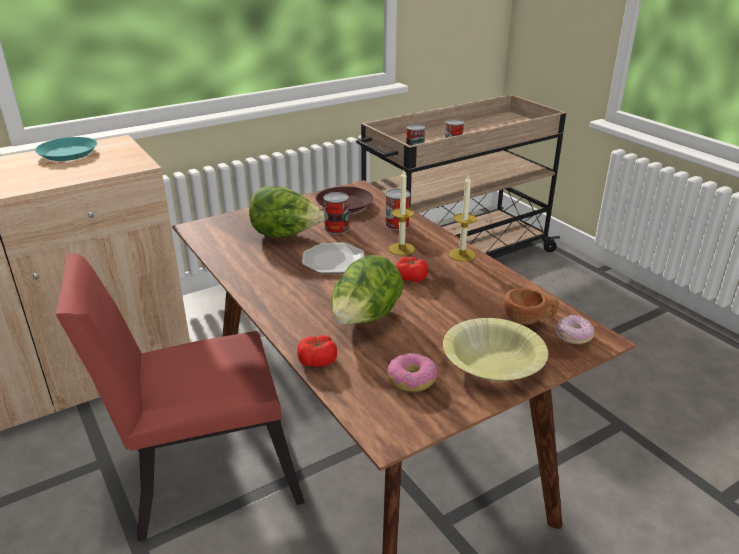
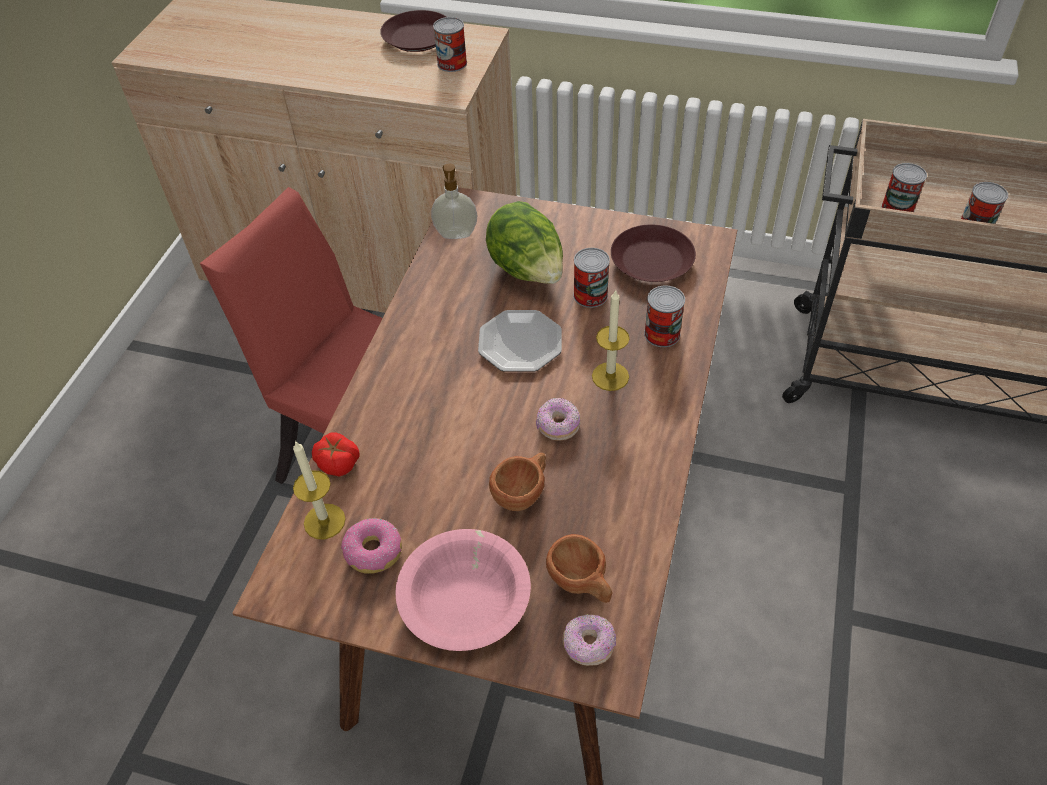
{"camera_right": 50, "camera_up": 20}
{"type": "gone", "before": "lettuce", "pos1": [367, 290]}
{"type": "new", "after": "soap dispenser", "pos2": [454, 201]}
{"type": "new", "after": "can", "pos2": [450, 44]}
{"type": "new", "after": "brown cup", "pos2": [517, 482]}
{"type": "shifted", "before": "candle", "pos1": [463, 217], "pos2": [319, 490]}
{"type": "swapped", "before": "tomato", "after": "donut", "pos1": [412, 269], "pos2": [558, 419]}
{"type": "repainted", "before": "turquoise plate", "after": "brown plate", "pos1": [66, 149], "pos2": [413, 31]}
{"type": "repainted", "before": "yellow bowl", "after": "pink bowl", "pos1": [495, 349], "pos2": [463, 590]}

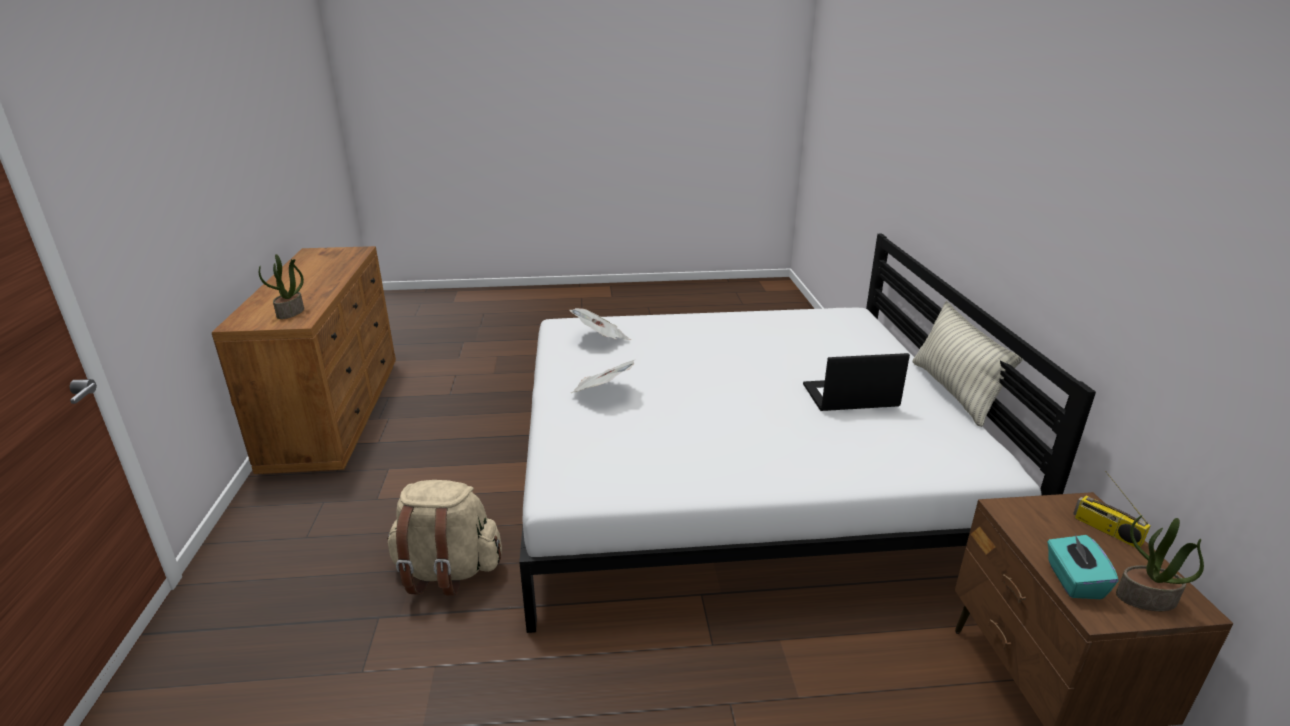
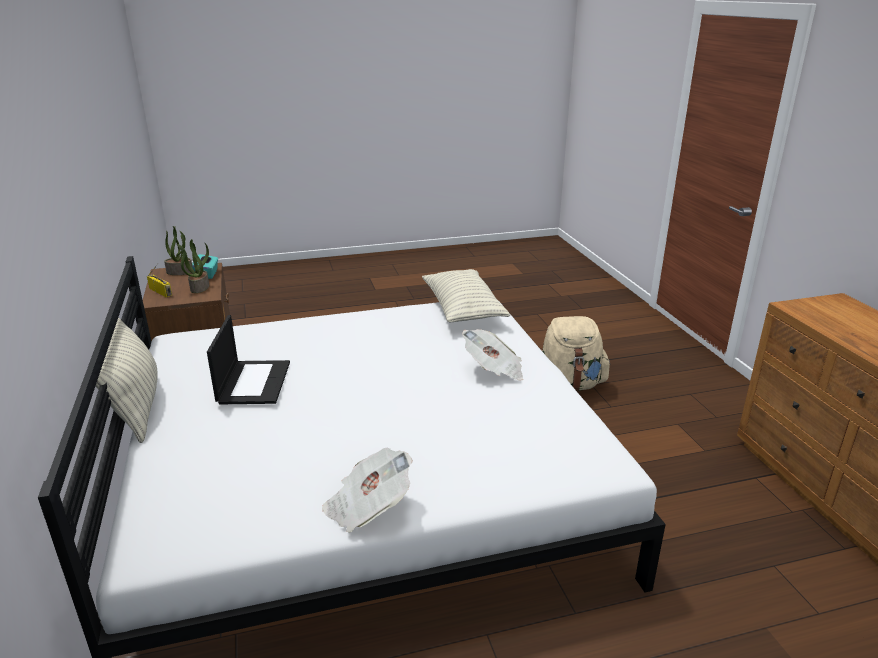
{"camera_right": 170, "camera_up": 0}
{"type": "new", "after": "pillow", "pos2": [466, 295]}
{"type": "shifted", "before": "potted plant", "pos1": [281, 286], "pos2": [193, 266]}
{"type": "shifted", "before": "newspaper", "pos1": [600, 324], "pos2": [367, 490]}
{"type": "rotated", "before": "laptop", "pos1": [856, 382], "pos2": [248, 360], "turn": -75}

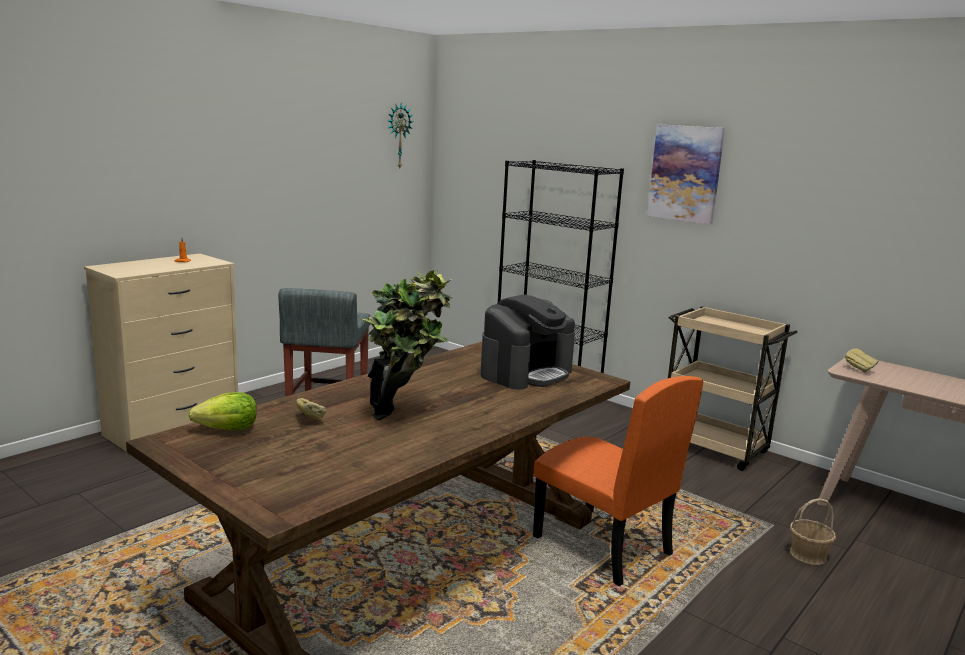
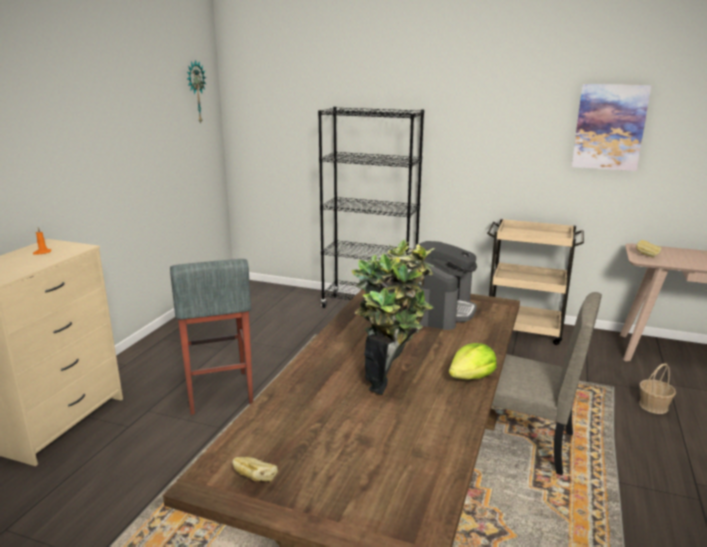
{"camera_right": -20, "camera_up": 5}
{"type": "shifted", "before": "lettuce", "pos1": [223, 411], "pos2": [473, 361]}
{"type": "shifted", "before": "bread", "pos1": [311, 408], "pos2": [255, 469]}
{"type": "shifted", "before": "picture", "pos1": [686, 174], "pos2": [611, 127]}
{"type": "repainted", "before": "orange chair", "after": "beige chair", "pos1": [618, 481], "pos2": [547, 383]}

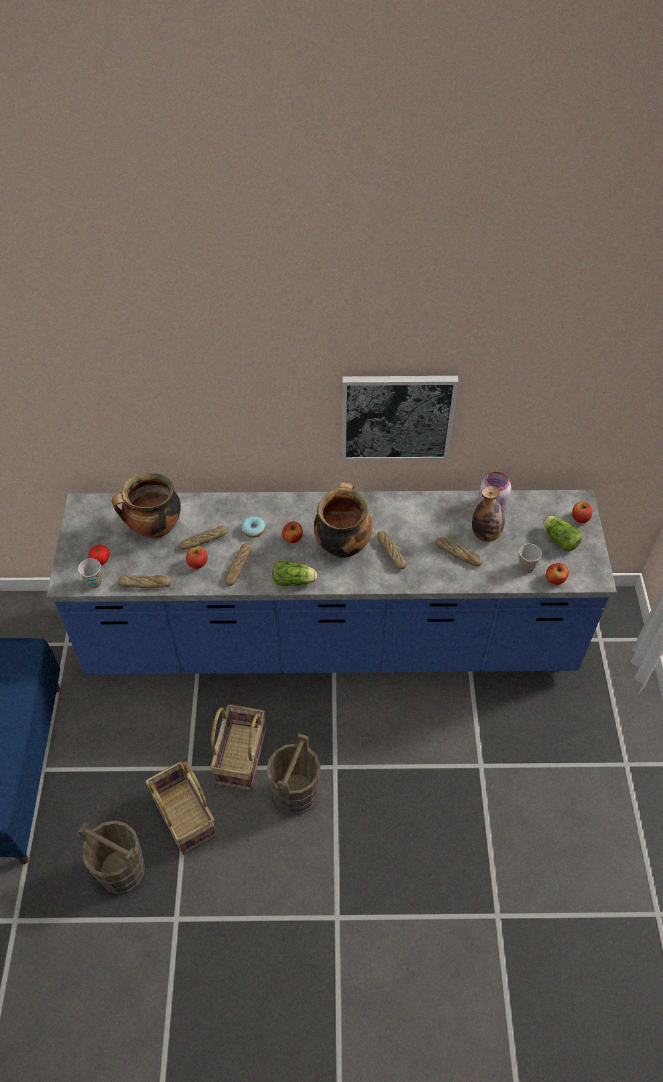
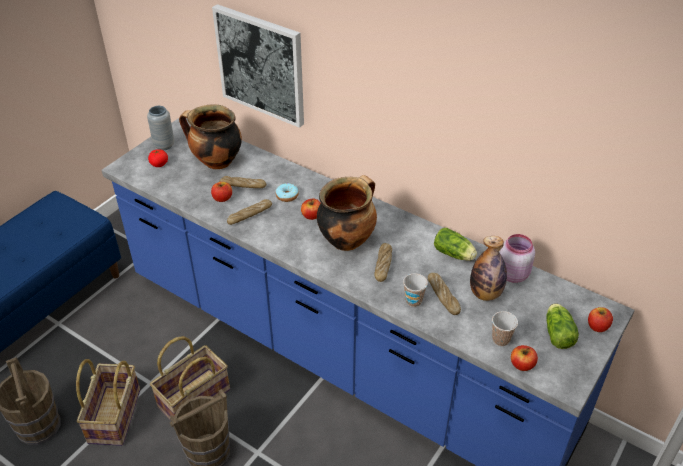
{"camera_right": 35, "camera_up": -10}
{"type": "gone", "before": "bread", "pos1": [144, 581]}
{"type": "new", "after": "grey vase", "pos2": [160, 128]}
{"type": "shifted", "before": "cup", "pos1": [90, 573], "pos2": [415, 290]}
{"type": "shifted", "before": "lettuce", "pos1": [295, 573], "pos2": [455, 244]}
{"type": "shifted", "before": "picture", "pos1": [400, 418], "pos2": [258, 66]}

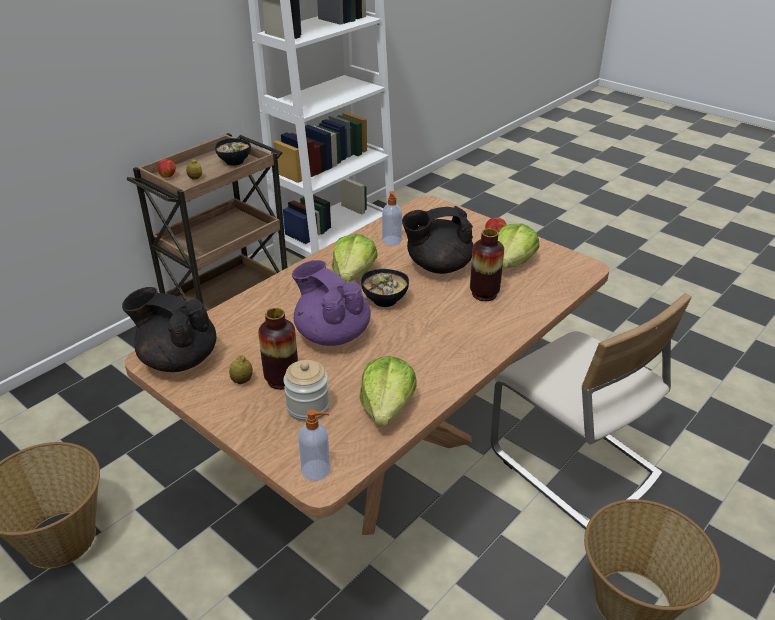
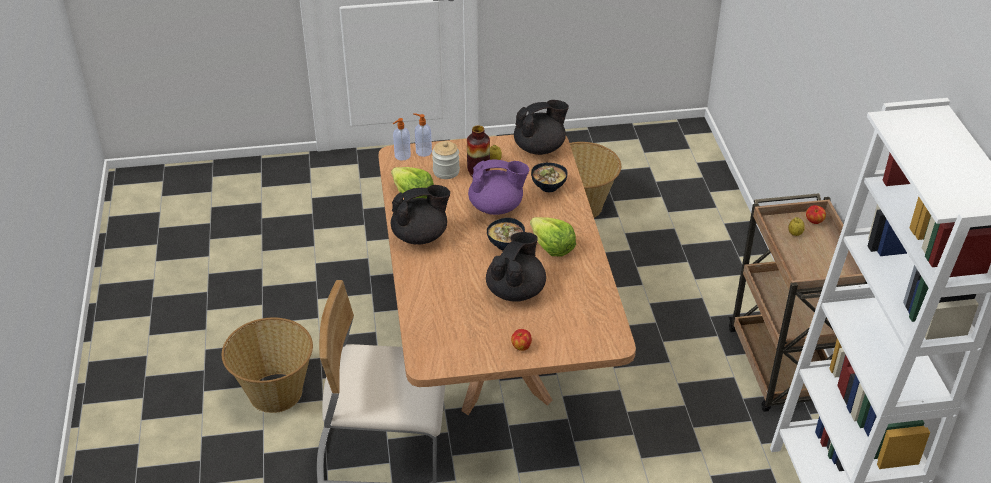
{"camera_right": 130, "camera_up": 5}
{"type": "gone", "before": "vase", "pos1": [487, 265]}
{"type": "gone", "before": "lettuce", "pos1": [518, 245]}
{"type": "new", "after": "black teapot", "pos2": [420, 215]}
{"type": "shifted", "before": "bowl", "pos1": [233, 152], "pos2": [549, 177]}
{"type": "shifted", "before": "soap dispenser", "pos1": [392, 218], "pos2": [422, 135]}

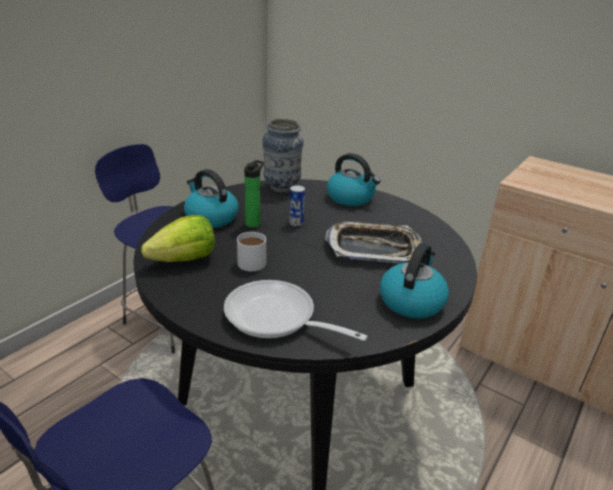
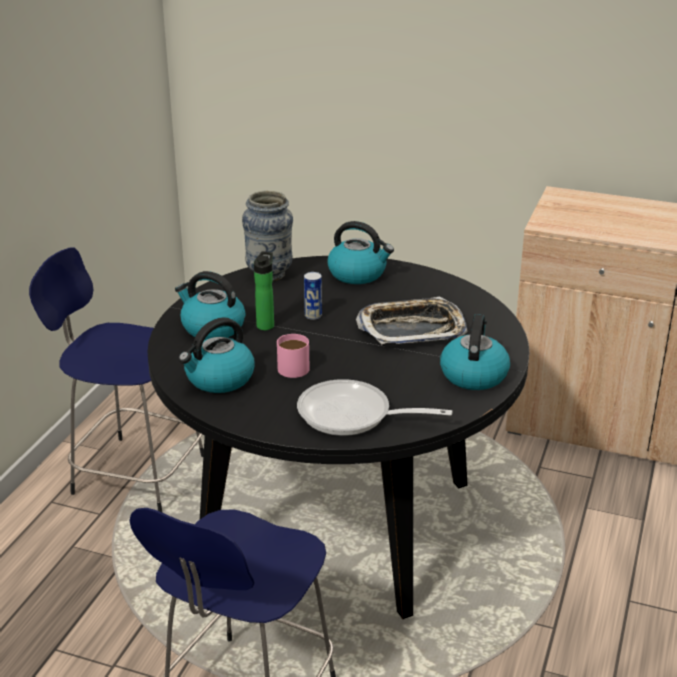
{"camera_right": -15, "camera_up": 0}
{"type": "swapped", "before": "lettuce", "after": "kettle", "pos1": [178, 238], "pos2": [216, 355]}
{"type": "repainted", "before": "white mug", "after": "pink mug", "pos1": [251, 251], "pos2": [293, 356]}

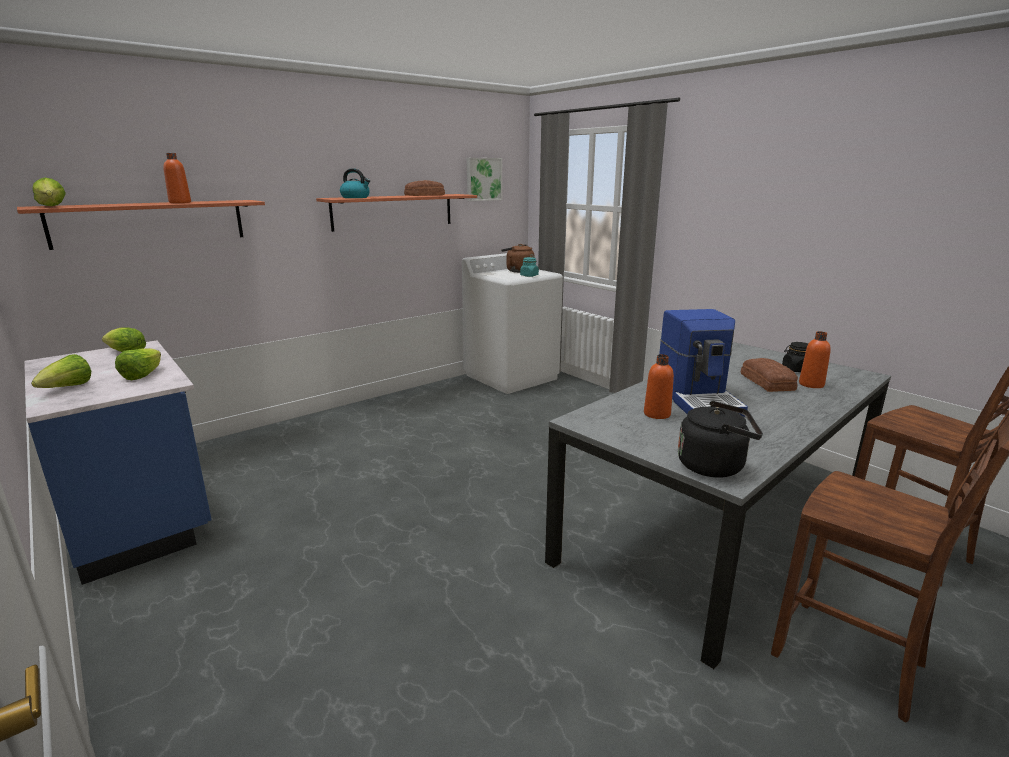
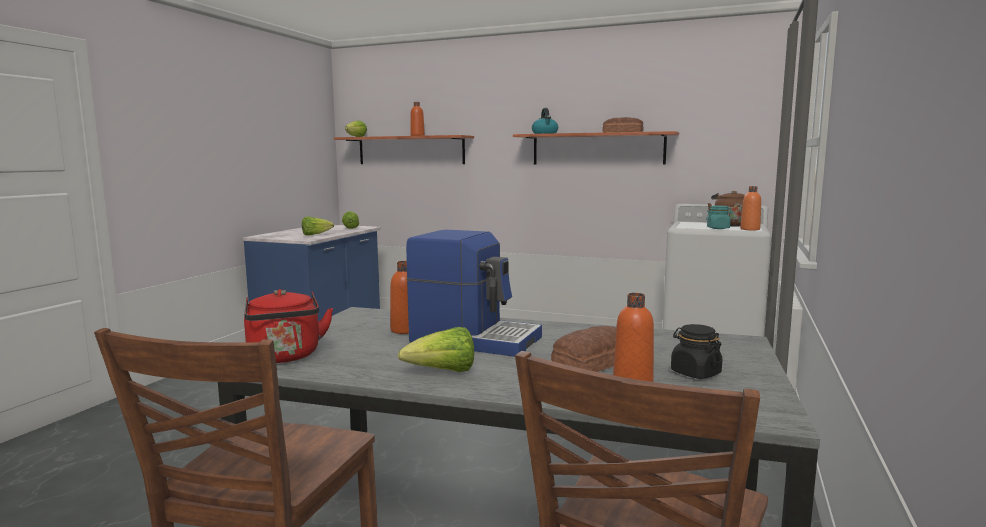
{"camera_right": 60, "camera_up": -10}
{"type": "gone", "before": "picture", "pos1": [484, 179]}
{"type": "new", "after": "orange bottle", "pos2": [750, 208]}
{"type": "shifted", "before": "lettuce", "pos1": [61, 371], "pos2": [436, 349]}
{"type": "repainted", "before": "black kettle", "after": "red kettle", "pos1": [720, 439], "pos2": [288, 326]}
{"type": "rotated", "before": "coffee machine", "pos1": [703, 363], "pos2": [474, 293], "turn": -120}

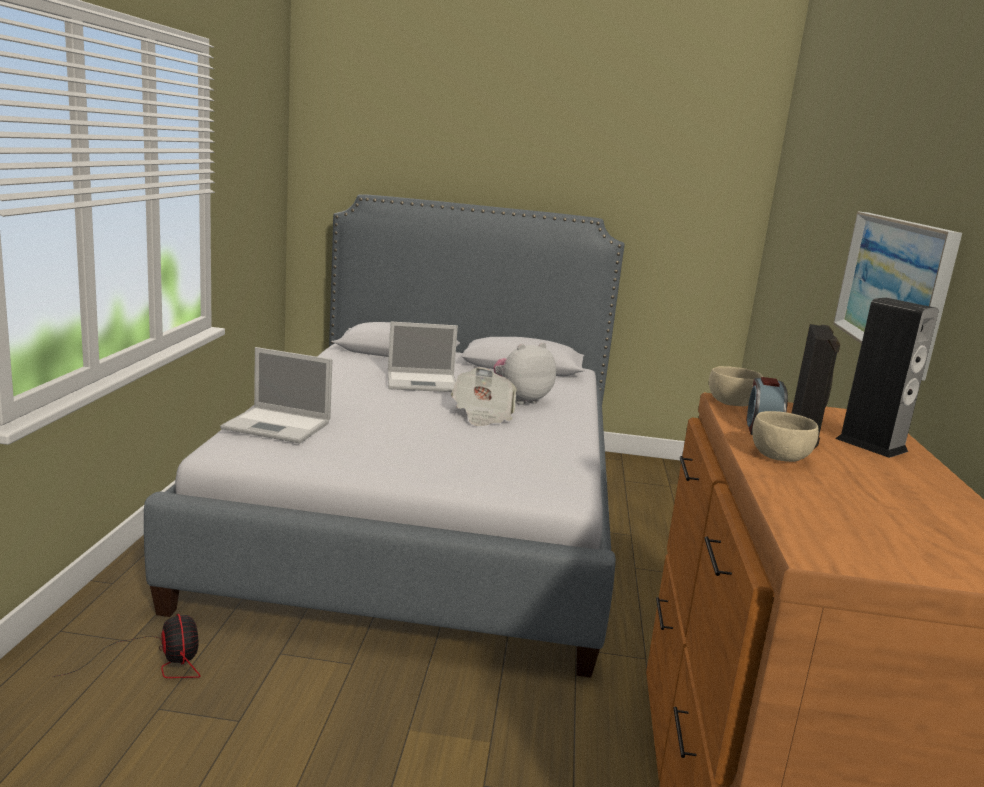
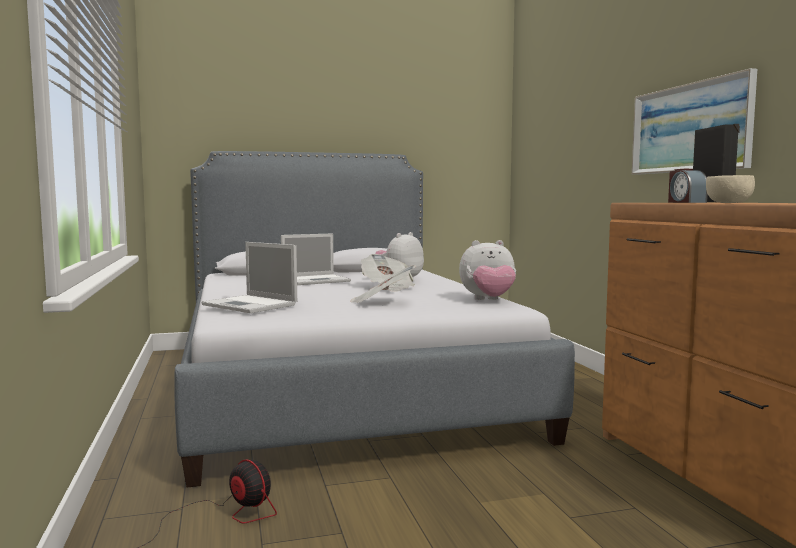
{"camera_right": -20, "camera_up": -10}
{"type": "gone", "before": "beige bowl", "pos1": [736, 386]}
{"type": "gone", "before": "speaker", "pos1": [886, 378]}
{"type": "new", "after": "newspaper", "pos2": [383, 284]}
{"type": "new", "after": "plush toy", "pos2": [487, 270]}
{"type": "rotated", "before": "laptop", "pos1": [276, 395], "pos2": [249, 277], "turn": 45}

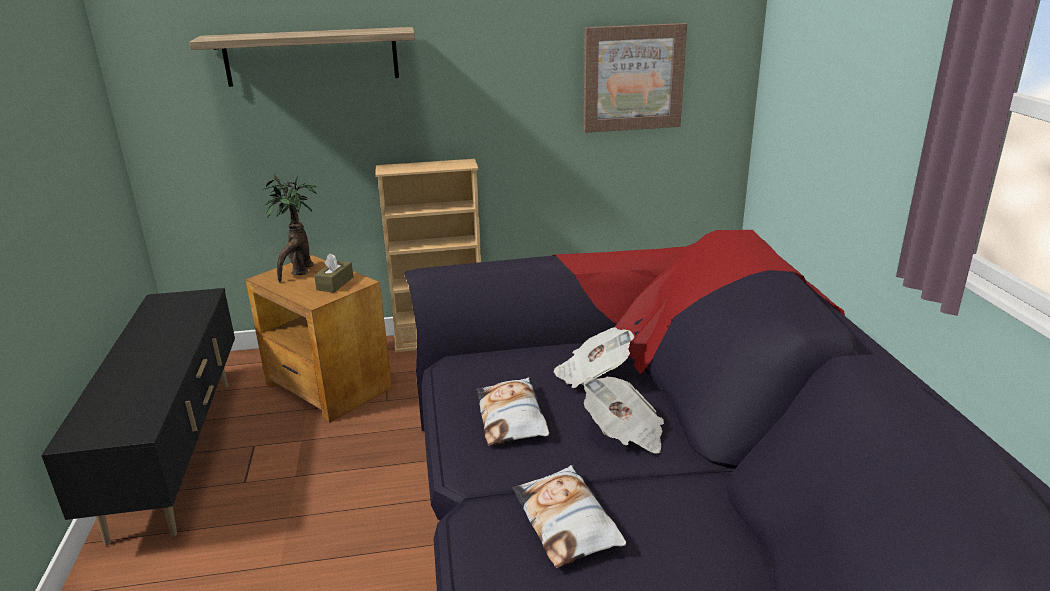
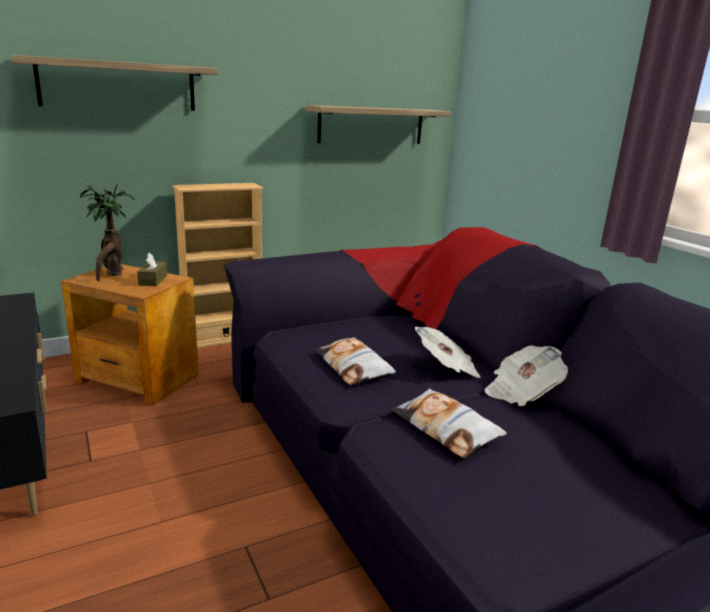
{"camera_right": -20, "camera_up": -5}
{"type": "shifted", "before": "newspaper", "pos1": [594, 357], "pos2": [526, 375]}
{"type": "swapped", "before": "picture", "after": "shelf", "pos1": [635, 78], "pos2": [378, 124]}

